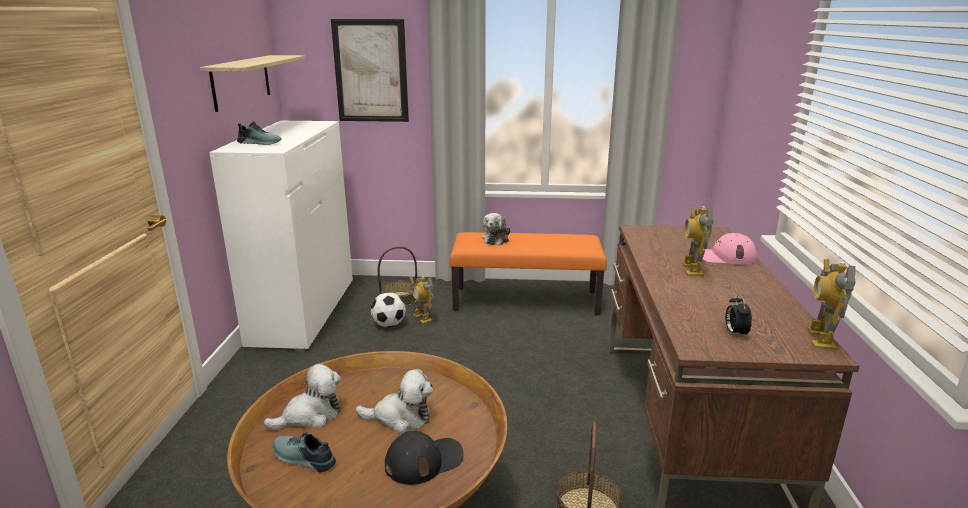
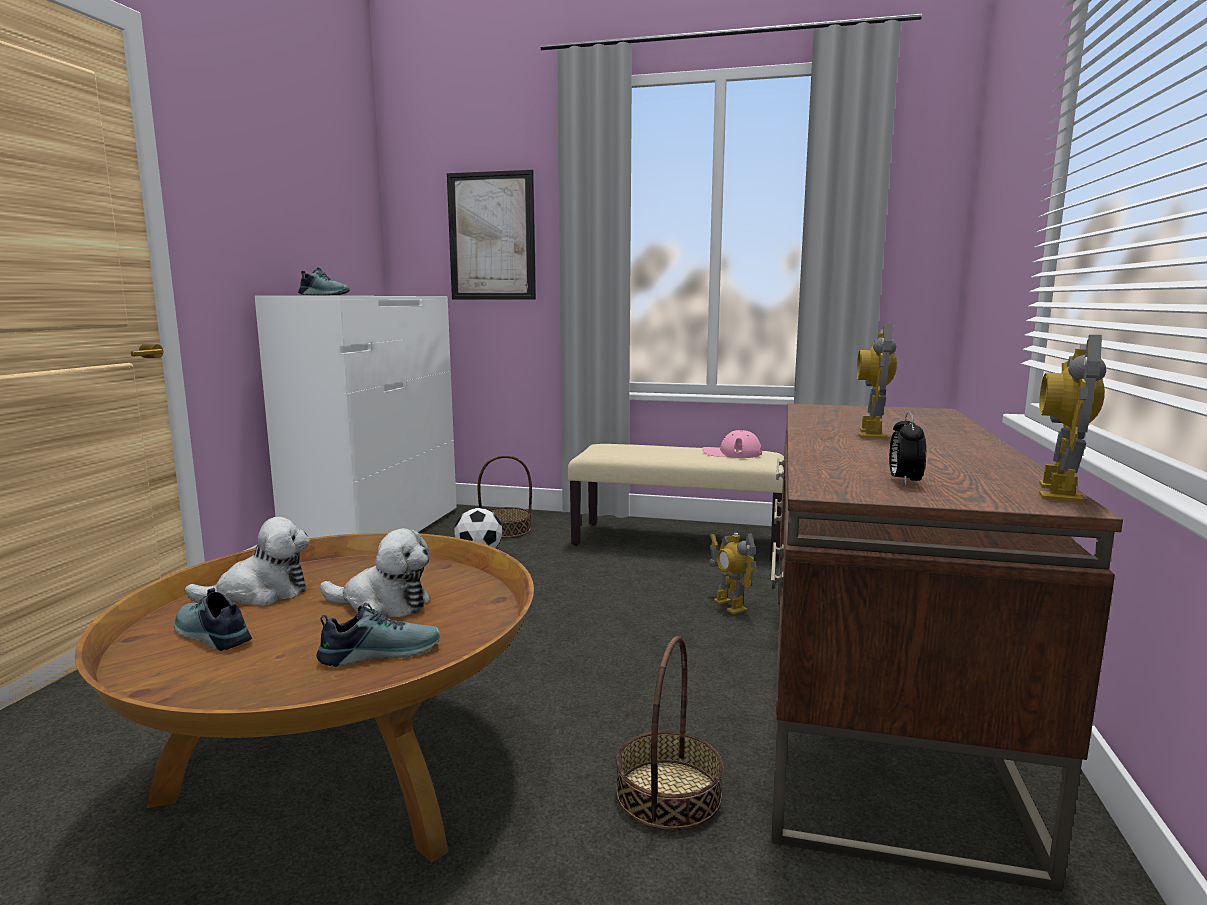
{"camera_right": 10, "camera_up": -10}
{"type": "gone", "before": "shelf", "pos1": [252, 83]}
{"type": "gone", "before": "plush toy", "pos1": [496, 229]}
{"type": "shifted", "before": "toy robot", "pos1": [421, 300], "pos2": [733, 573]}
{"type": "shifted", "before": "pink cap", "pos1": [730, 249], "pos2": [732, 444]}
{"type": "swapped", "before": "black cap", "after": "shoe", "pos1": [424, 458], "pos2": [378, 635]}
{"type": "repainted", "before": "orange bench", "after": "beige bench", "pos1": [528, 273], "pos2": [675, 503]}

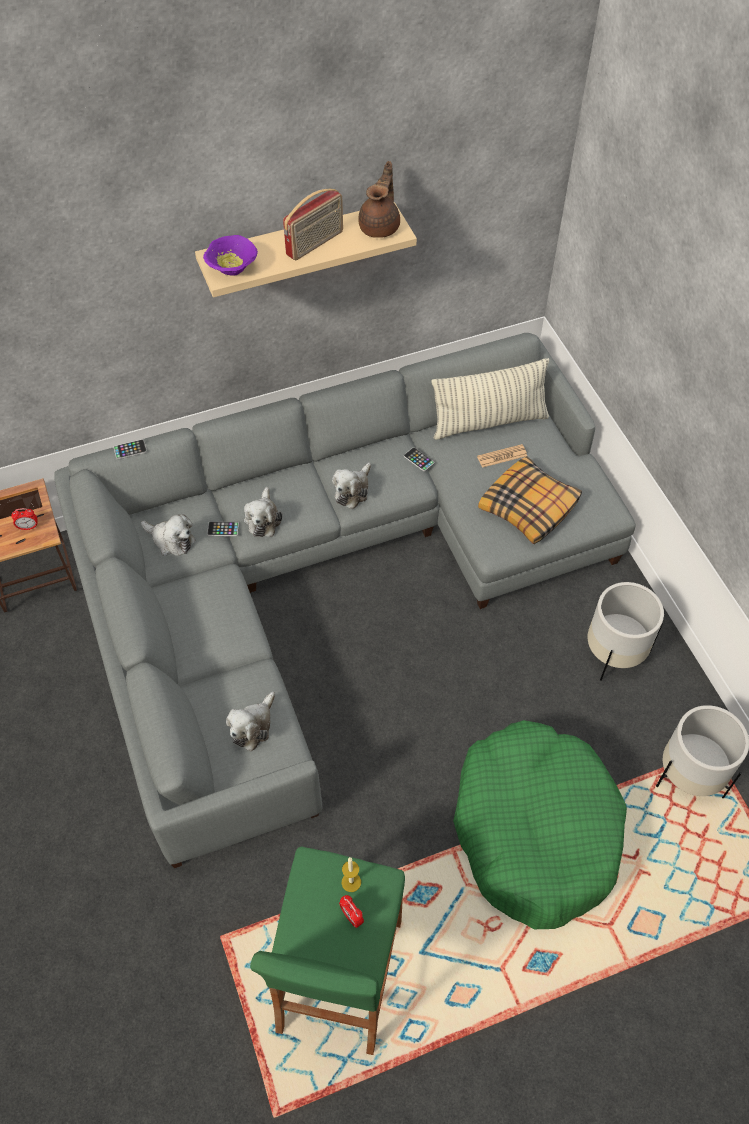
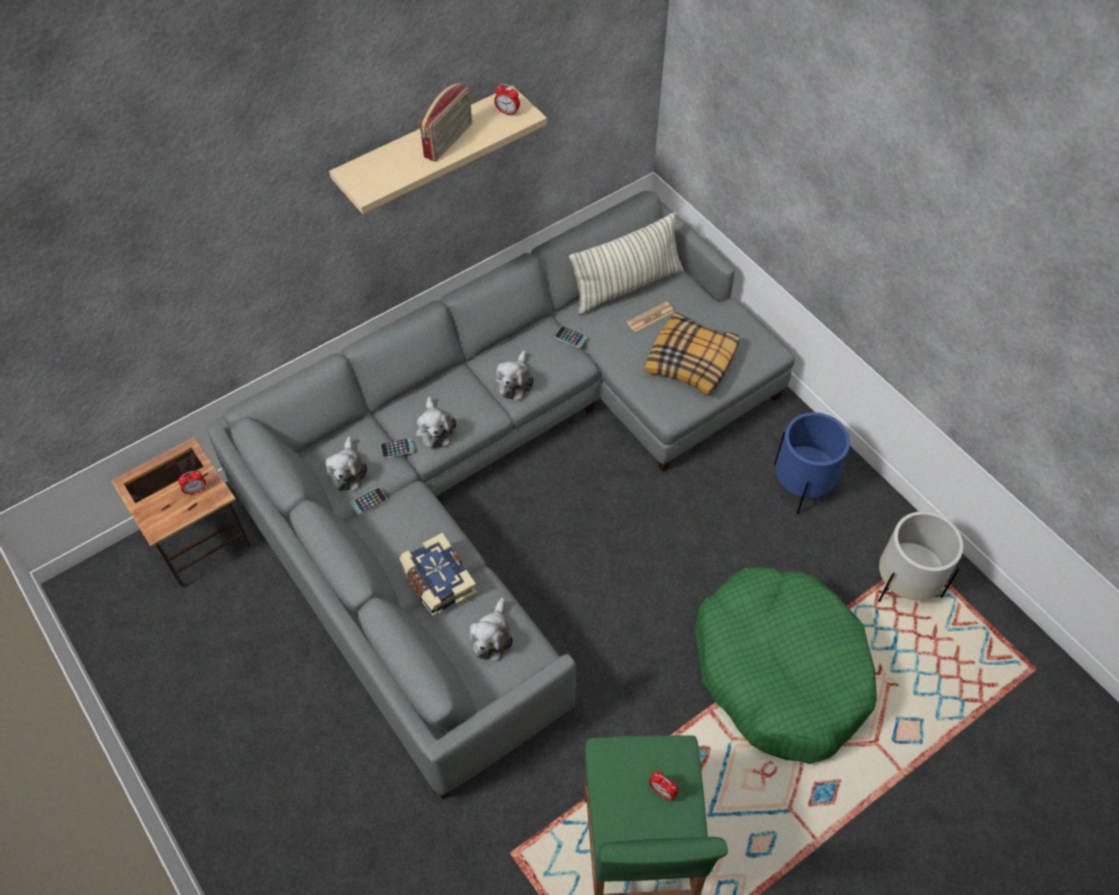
{"camera_right": -15, "camera_up": 0}
{"type": "gone", "before": "purple bowl", "pos1": [230, 255]}
{"type": "gone", "before": "candle", "pos1": [351, 874]}
{"type": "new", "after": "book", "pos2": [439, 574]}
{"type": "shifted", "before": "phone", "pos1": [130, 449], "pos2": [369, 501]}
{"type": "swapped", "before": "brown teapot", "after": "alarm clock", "pos1": [379, 199], "pos2": [507, 100]}
{"type": "repainted", "before": "white planter", "after": "blue planter", "pos1": [626, 631], "pos2": [812, 463]}
{"type": "rotated", "before": "plush toy", "pos1": [168, 535], "pos2": [346, 463], "turn": 75}

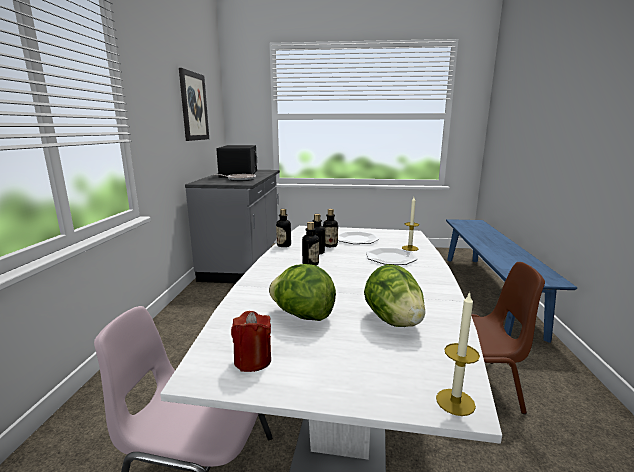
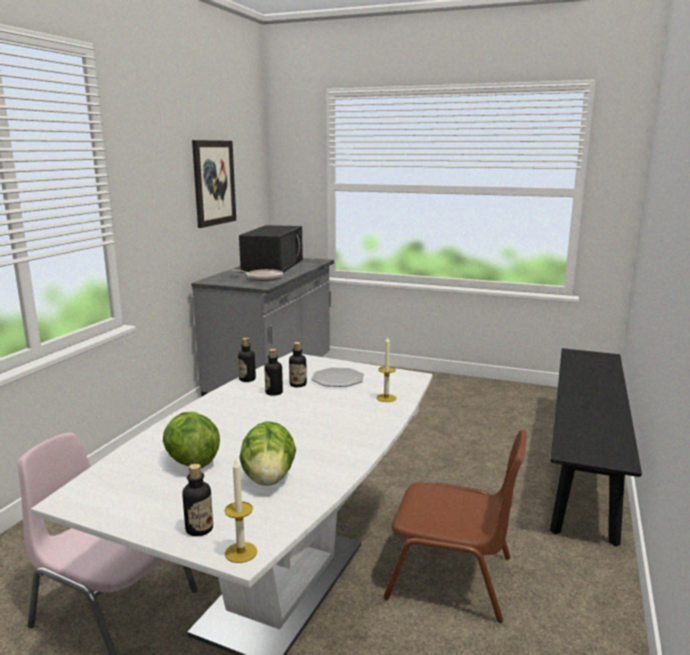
{"camera_right": 15, "camera_up": 0}
{"type": "gone", "before": "red candle", "pos1": [251, 341]}
{"type": "gone", "before": "plate", "pos1": [391, 256]}
{"type": "shifted", "before": "bottle", "pos1": [310, 244], "pos2": [197, 499]}
{"type": "repainted", "before": "blue bench", "after": "black bench", "pos1": [511, 281], "pos2": [596, 447]}

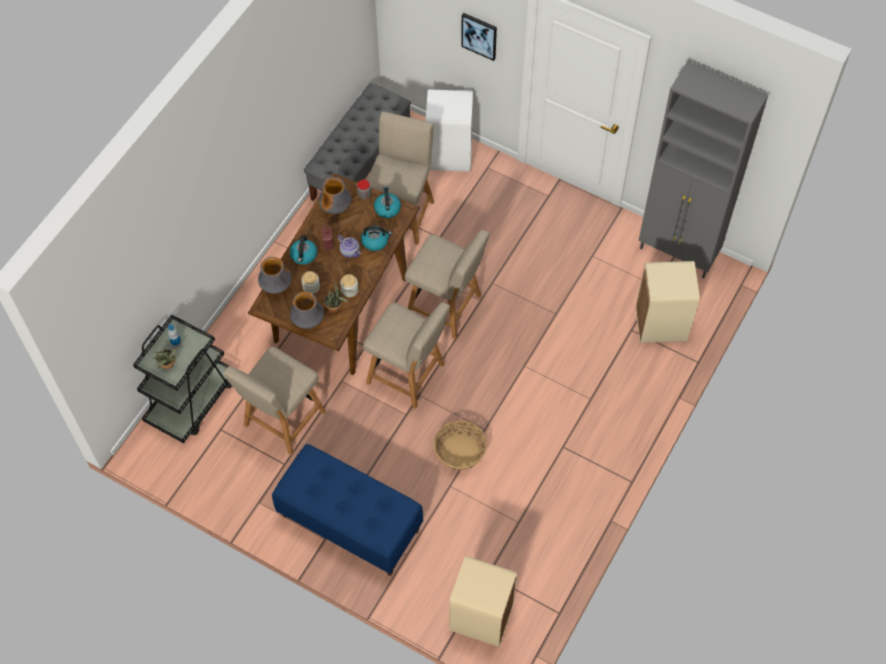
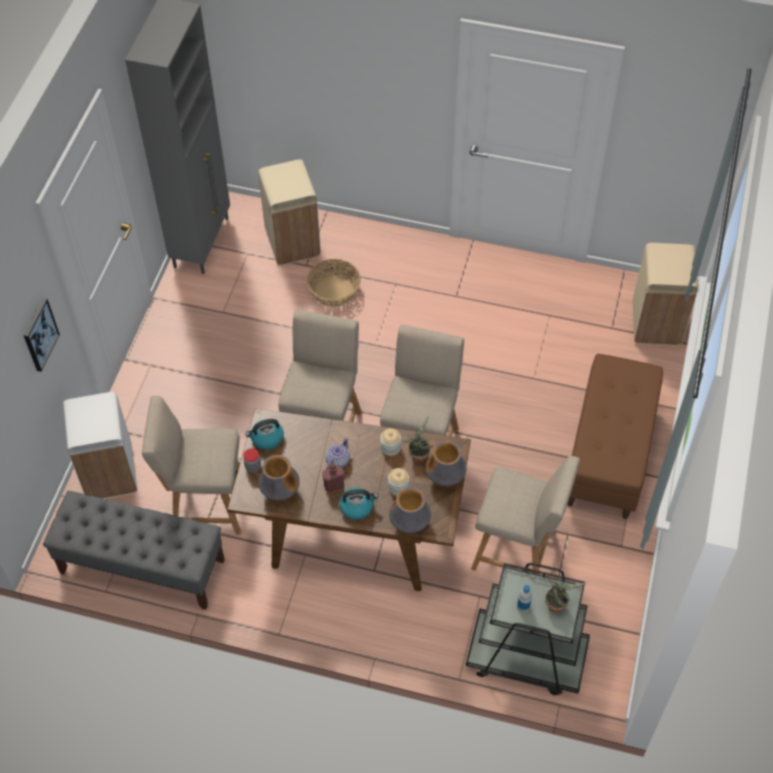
{"camera_right": -105, "camera_up": -5}
{"type": "gone", "before": "kettle", "pos1": [376, 238]}
{"type": "shifted", "before": "basket", "pos1": [460, 445], "pos2": [334, 283]}
{"type": "repainted", "before": "blue bench", "after": "brown bench", "pos1": [347, 510], "pos2": [615, 436]}

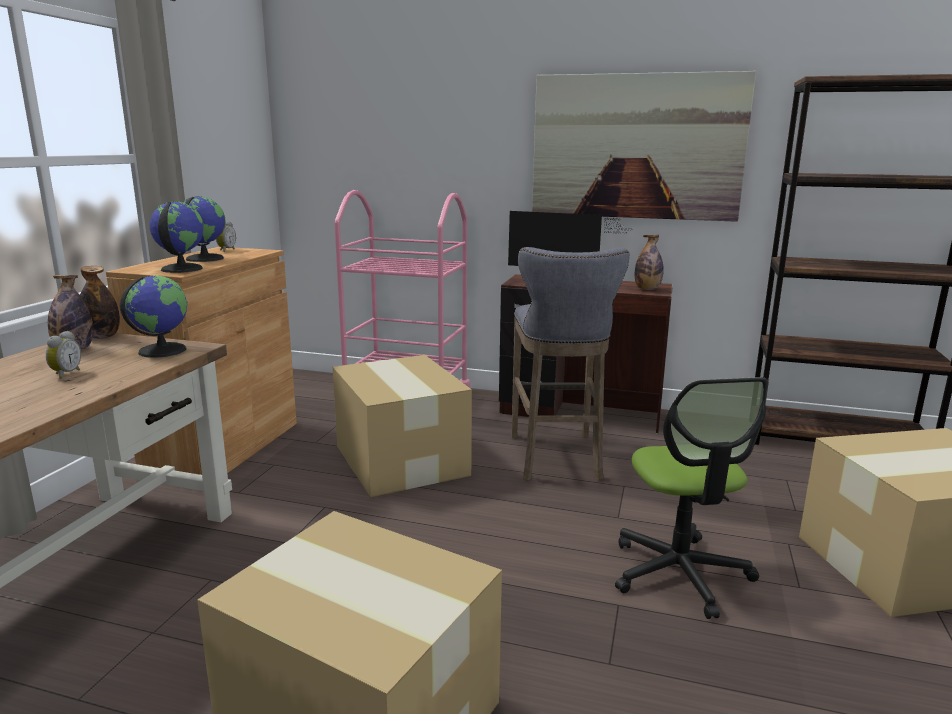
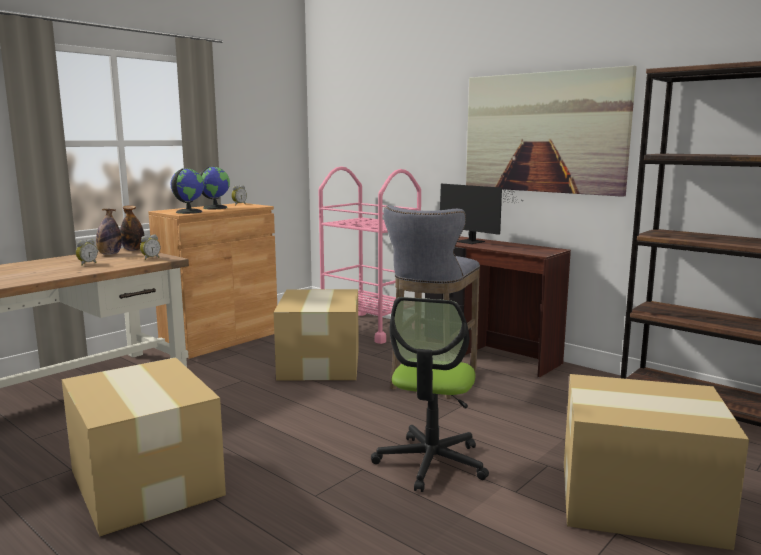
{"camera_right": 25, "camera_up": -5}
{"type": "gone", "before": "bottle", "pos1": [649, 262]}
{"type": "swapped", "before": "globe", "after": "alarm clock", "pos1": [154, 316], "pos2": [150, 247]}

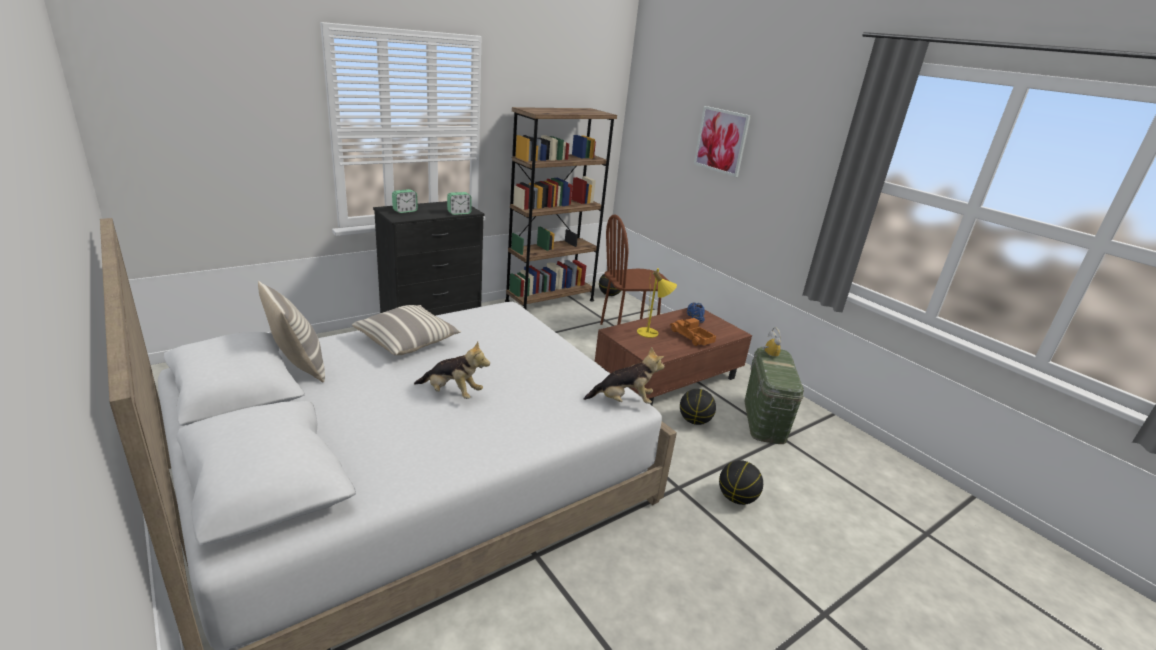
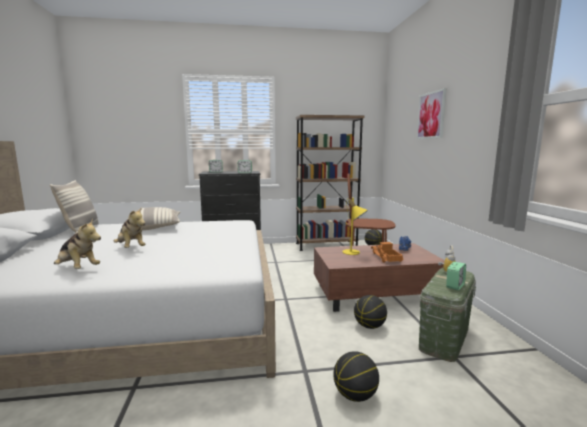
{"camera_right": 30, "camera_up": -15}
{"type": "new", "after": "alarm clock", "pos2": [456, 276]}
{"type": "shifted", "before": "plush toy", "pos1": [624, 375], "pos2": [77, 244]}

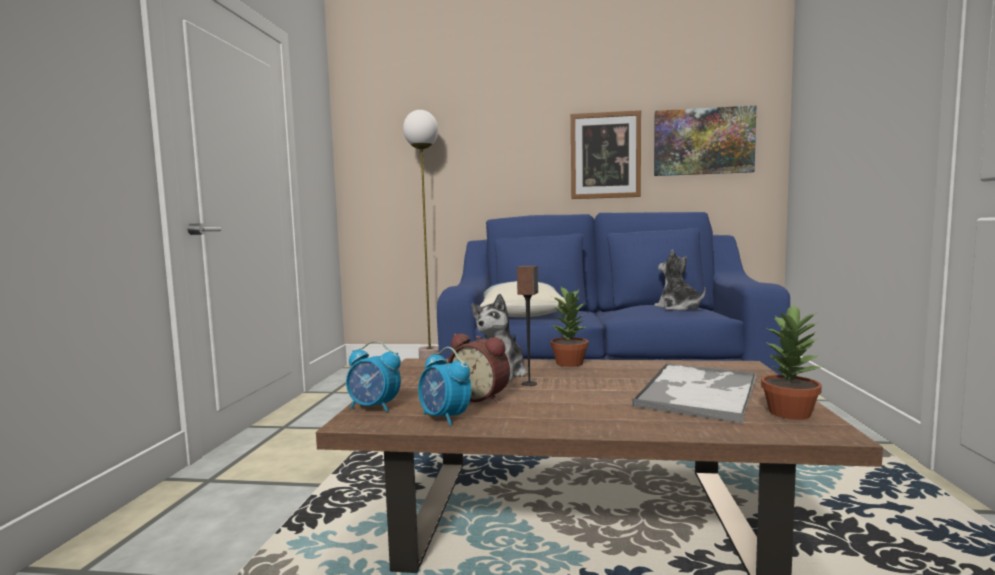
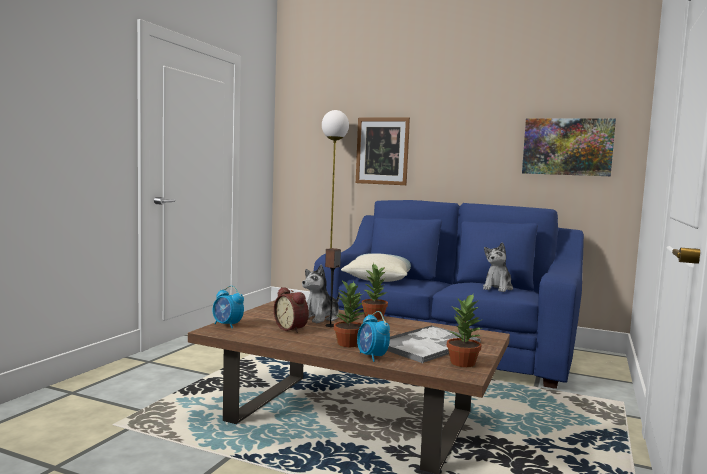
{"camera_right": 15, "camera_up": 0}
{"type": "new", "after": "potted plant", "pos2": [350, 314]}
{"type": "shifted", "before": "alarm clock", "pos1": [444, 386], "pos2": [373, 336]}
{"type": "shifted", "before": "picture", "pos1": [606, 154], "pos2": [383, 151]}
{"type": "rotated", "before": "plush toy", "pos1": [680, 280], "pos2": [498, 267], "turn": -135}

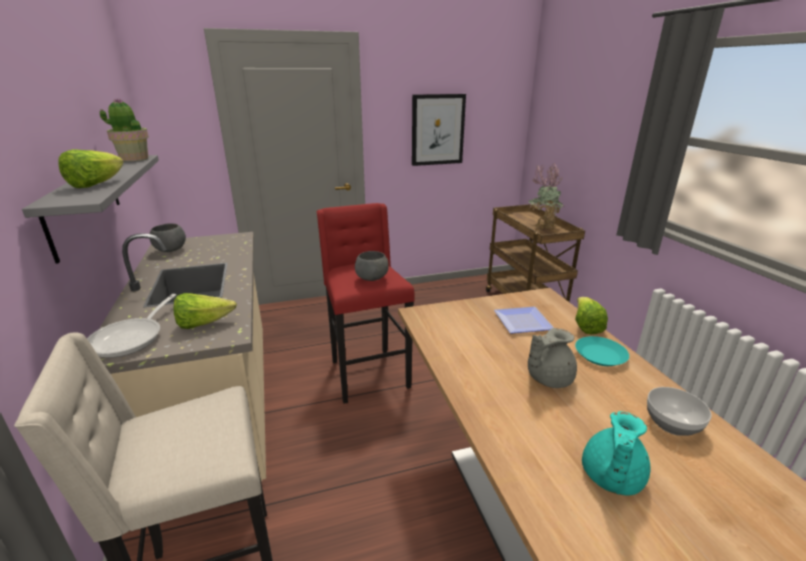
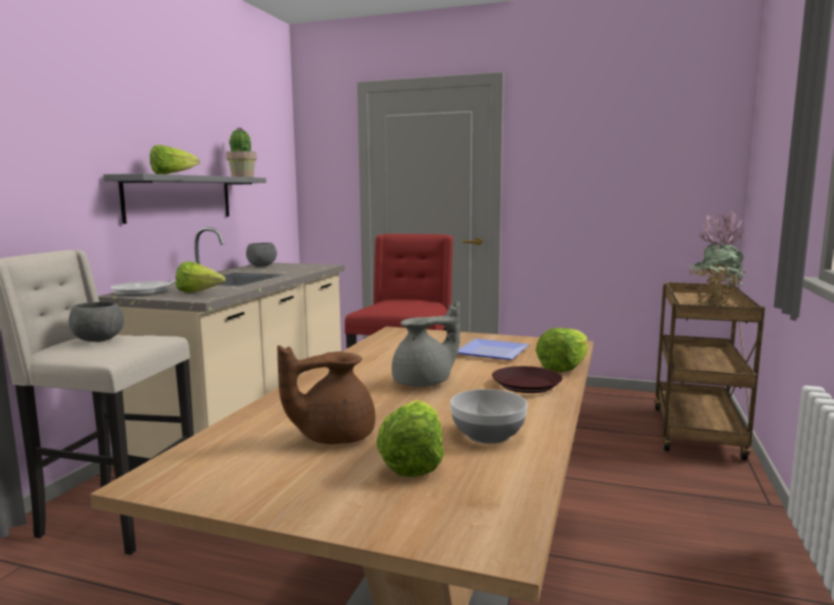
{"camera_right": 35, "camera_up": -15}
{"type": "gone", "before": "picture", "pos1": [439, 130]}
{"type": "new", "after": "lettuce", "pos2": [410, 438]}
{"type": "shifted", "before": "grey bowl", "pos1": [372, 266], "pos2": [96, 322]}
{"type": "repainted", "before": "turquoise plate", "after": "brown plate", "pos1": [602, 351], "pos2": [527, 379]}
{"type": "repainted", "before": "turquoise teapot", "after": "brown teapot", "pos1": [616, 453], "pos2": [326, 394]}
{"type": "rotated", "before": "grey teapot", "pos1": [552, 358], "pos2": [426, 344], "turn": 150}

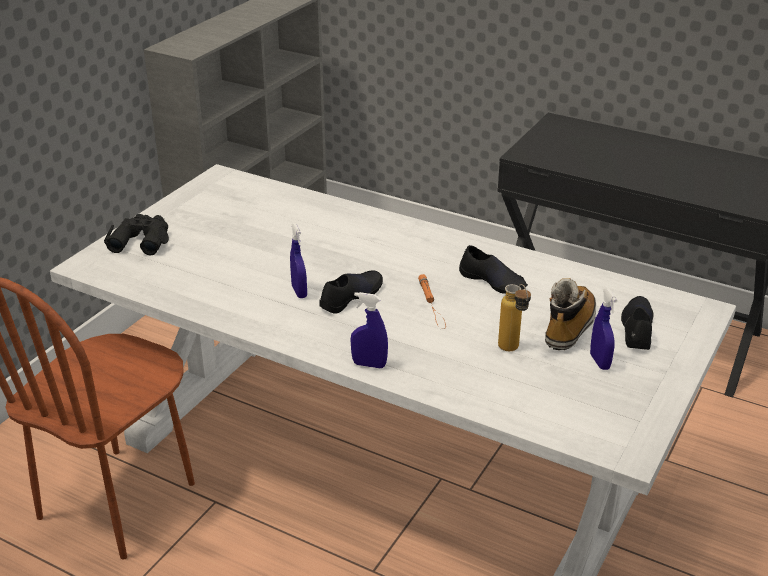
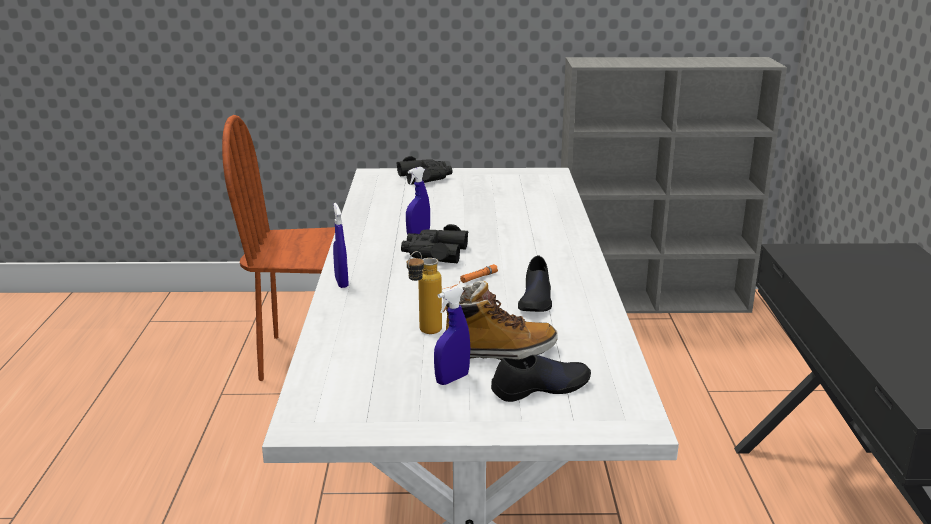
{"camera_right": 60, "camera_up": -10}
{"type": "swapped", "before": "black shoe", "after": "black binoculars", "pos1": [351, 292], "pos2": [435, 243]}

